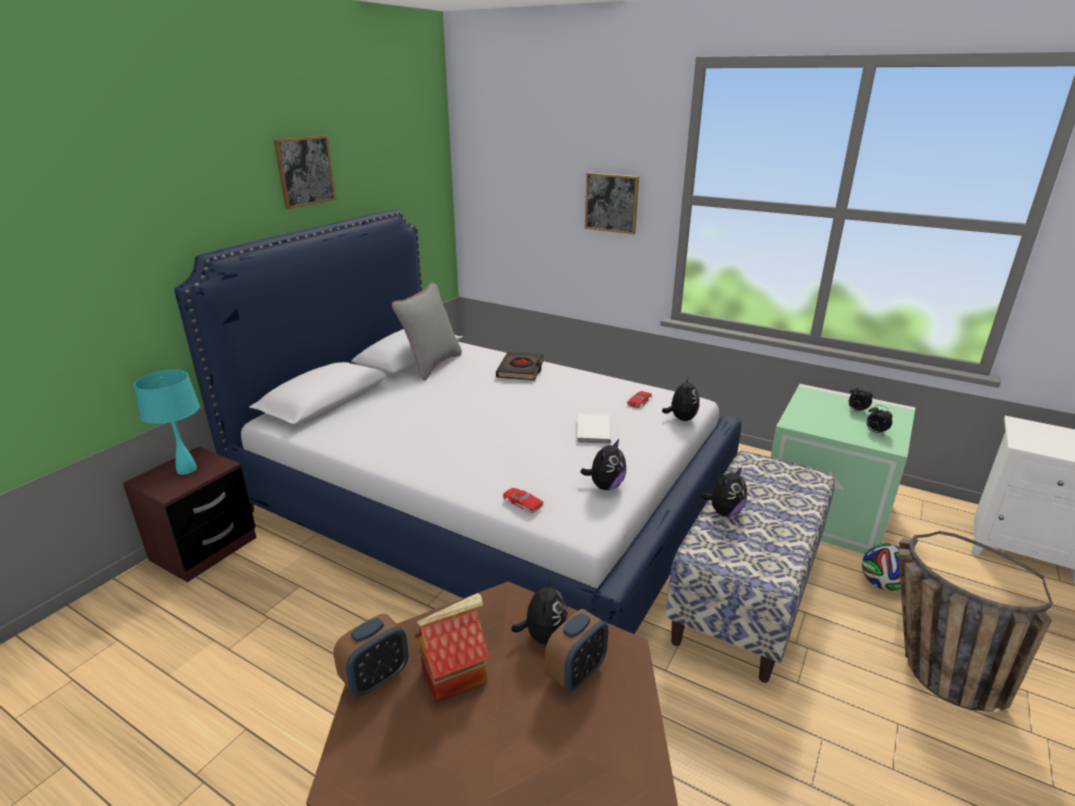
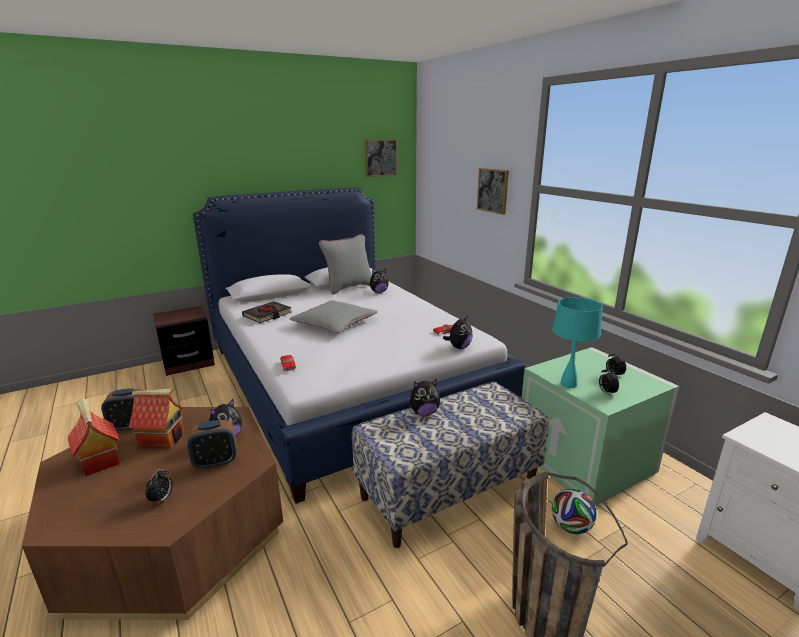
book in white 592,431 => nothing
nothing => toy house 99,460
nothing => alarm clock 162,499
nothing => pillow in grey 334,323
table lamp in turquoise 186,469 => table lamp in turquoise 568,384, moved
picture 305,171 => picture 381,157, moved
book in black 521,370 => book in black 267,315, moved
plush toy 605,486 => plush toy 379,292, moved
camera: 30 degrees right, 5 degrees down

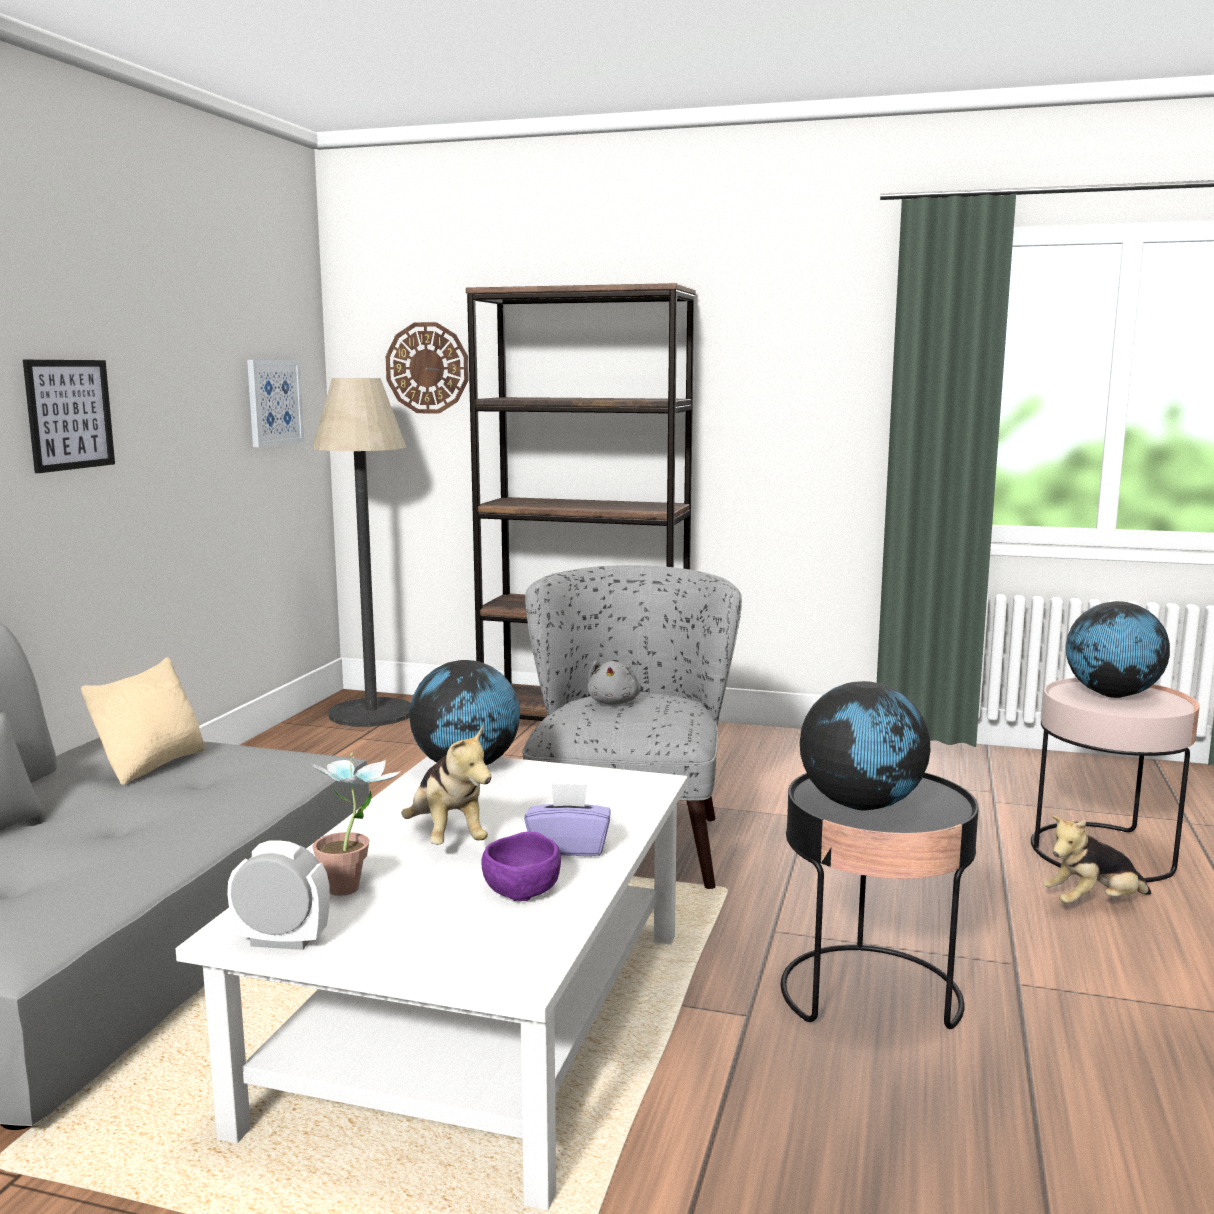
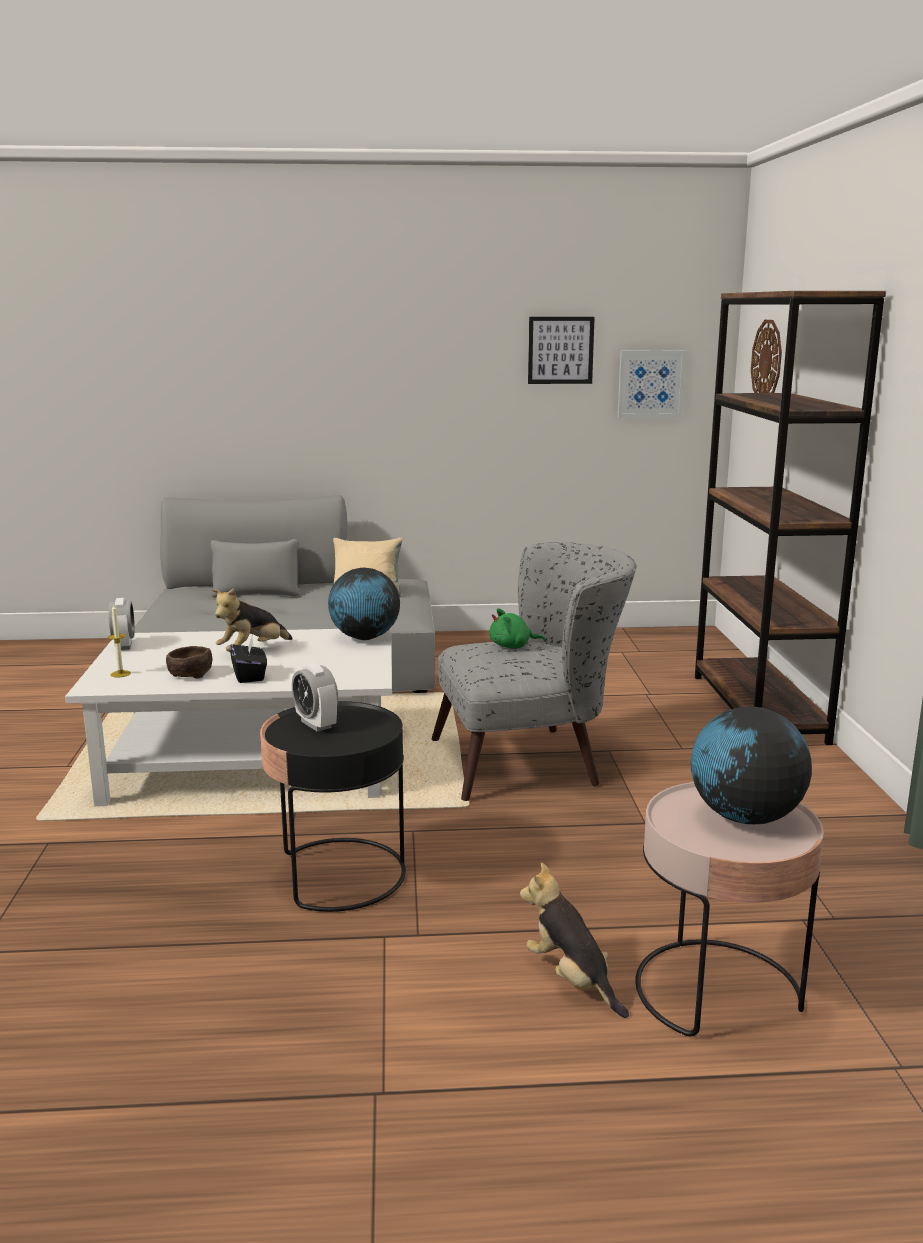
potted plant 355,886 => nothing
floor lamp 371,713 => nothing
nothing => candle 120,674
picture 69,414 => picture 560,350, moved
globe 861,805 => alarm clock 316,724
bowl in purple 522,890 => bowl in brown 189,674
tissue box in purple 568,847 => tissue box in black 249,675
plush toy in grey 614,702 => plush toy in green 513,646
camera: 70 degrees right, 5 degrees up

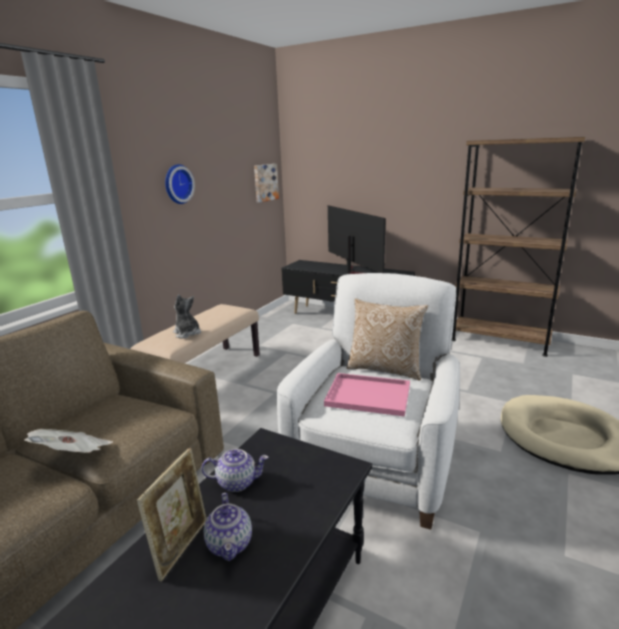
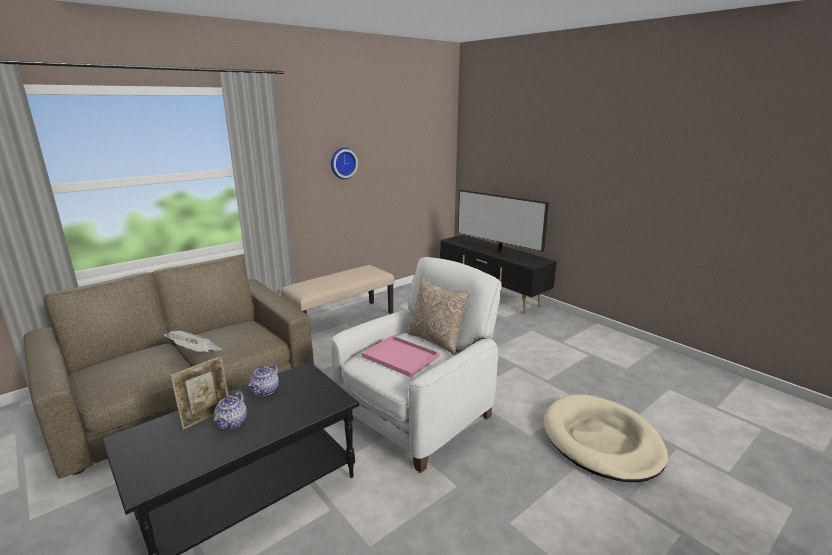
plush toy 187,333 => nothing
picture 265,182 => nothing
bookcase in brown 499,340 => nothing
teapot 237,482 => teapot 265,390, 90 degrees clockwise
television 353,272 => television 498,253, 135 degrees clockwise
camera: 20 degrees right, 0 degrees up

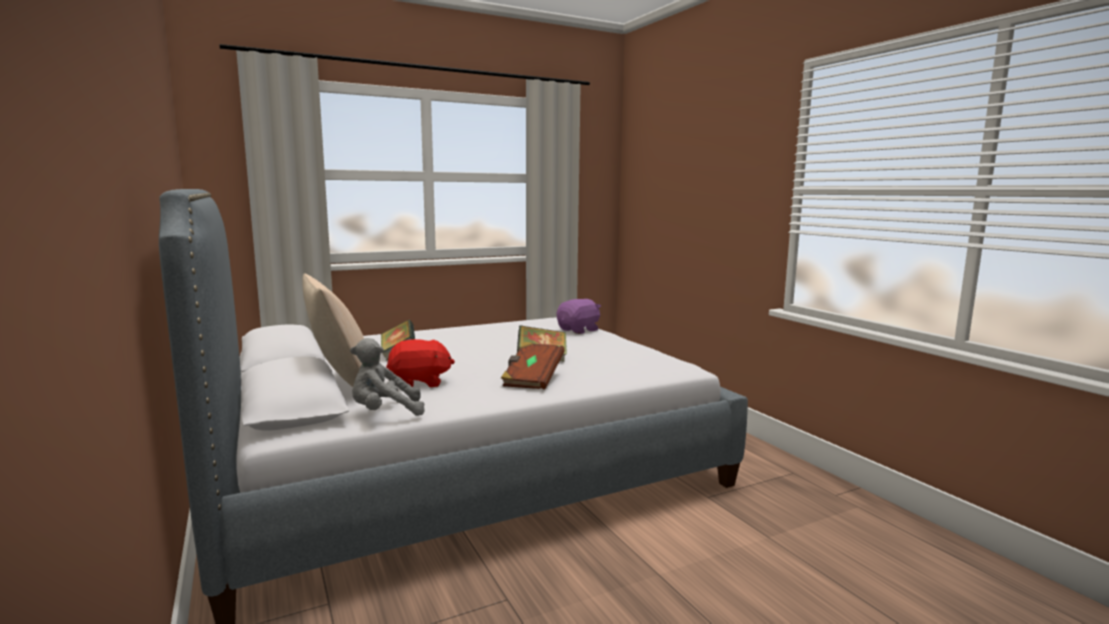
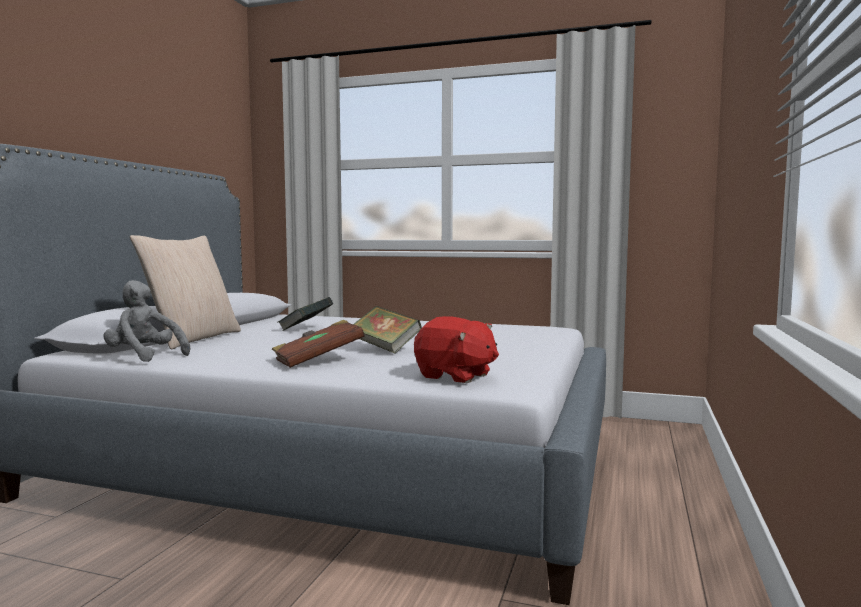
plush toy in purple 579,330 => nothing
plush toy in red 419,383 => plush toy in red 455,376, moved
camera: 45 degrees right, 5 degrees down

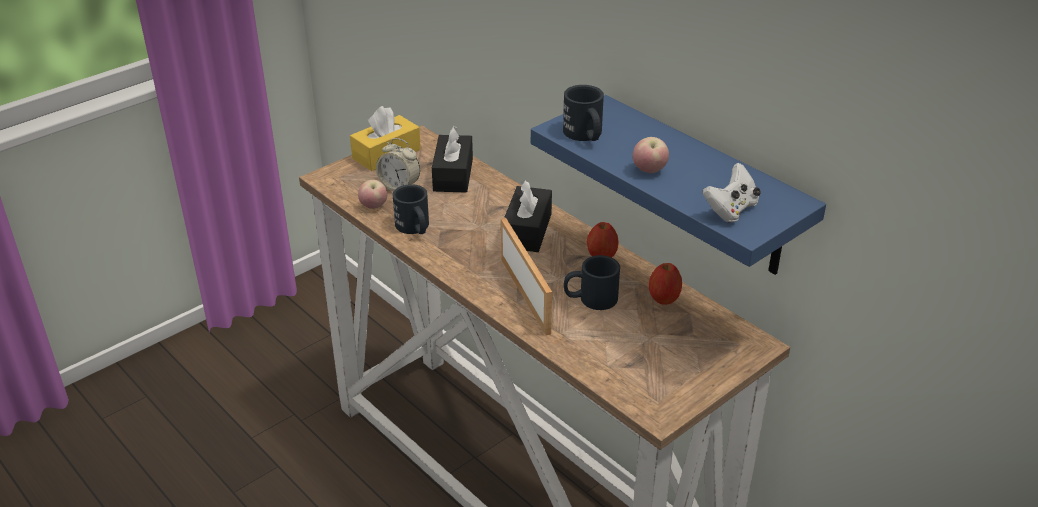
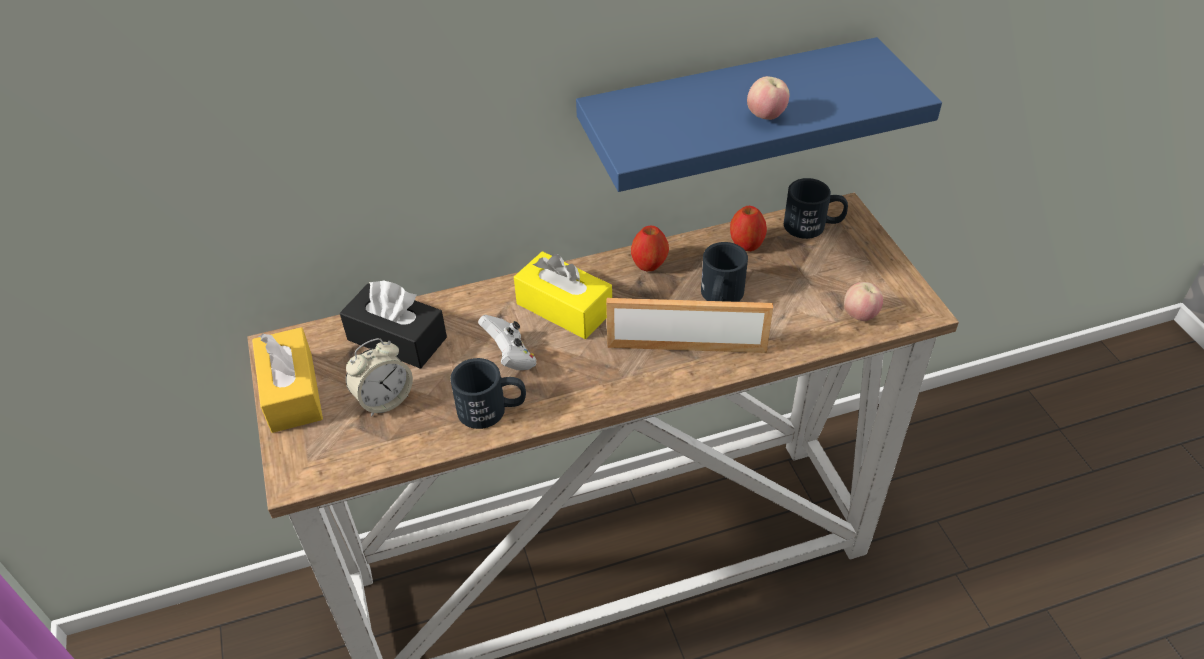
apple 373,206 => apple 860,315, moved
mug in black 585,135 => mug in black 813,225, moved
game controller in white 731,210 => game controller in white 510,357, moved
tissue box in black 527,230 => tissue box in yellow 564,308
camera: 65 degrees left, 10 degrees up

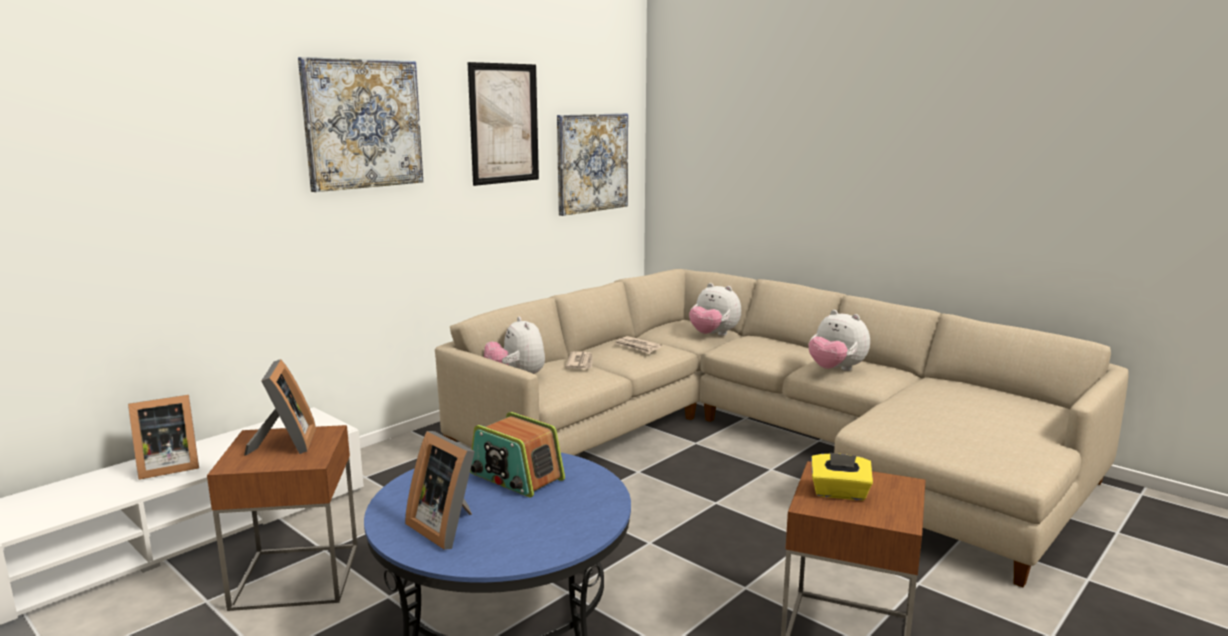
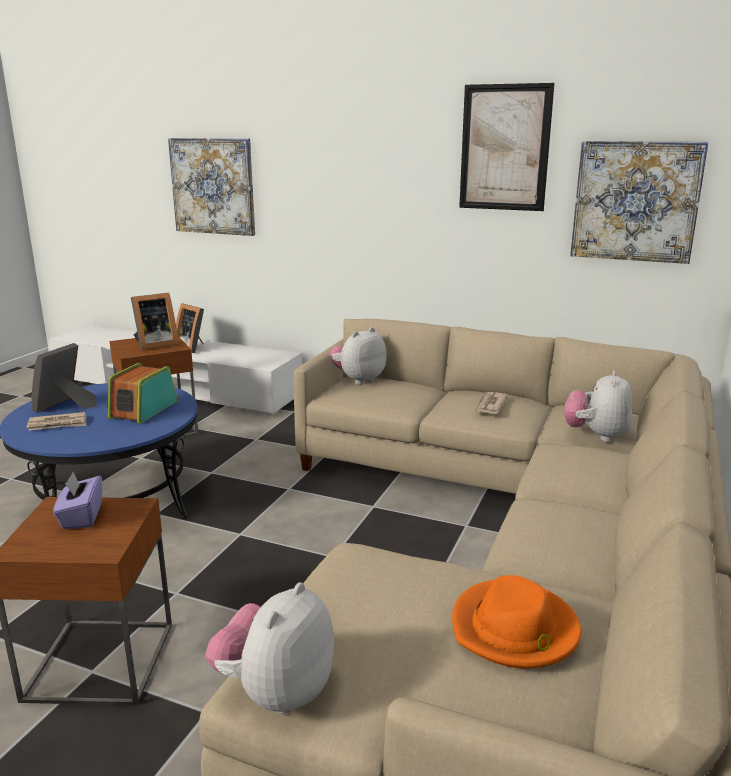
nothing => hat in orange 514,629
picture 363,124 => picture 213,186, moved
newspaper 580,363 => newspaper 58,424, moved
plush toy 836,370 => plush toy 276,692, moved
tissue box in yellow 839,493 => tissue box in purple 81,517
camera: 70 degrees right, 5 degrees up

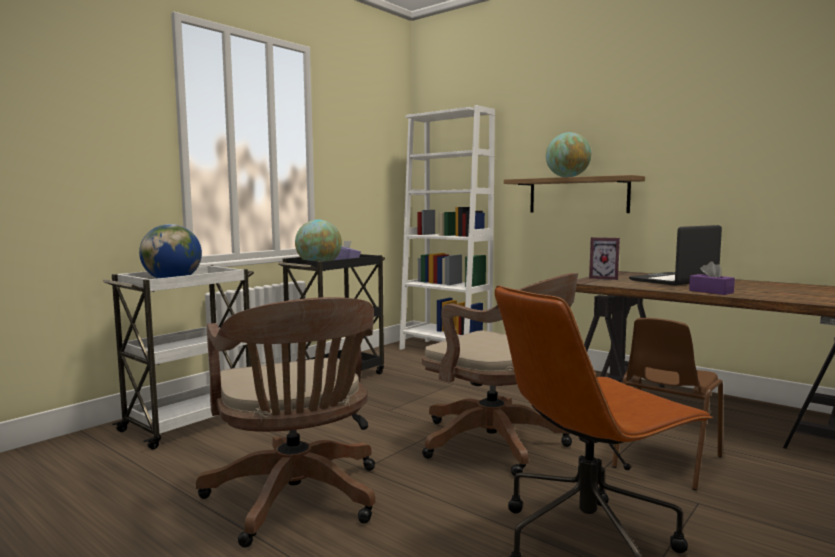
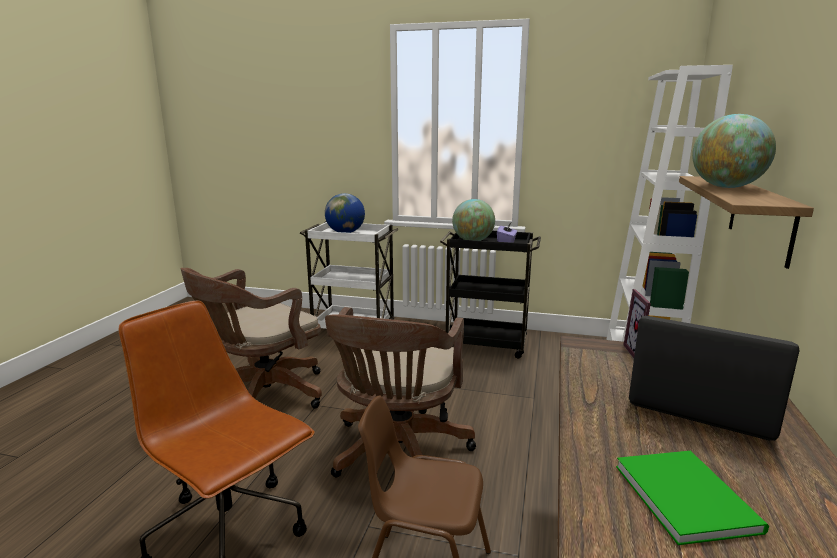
tissue box in purple 711,292 => nothing
nothing => book in green 685,494
camera: 65 degrees right, 10 degrees up

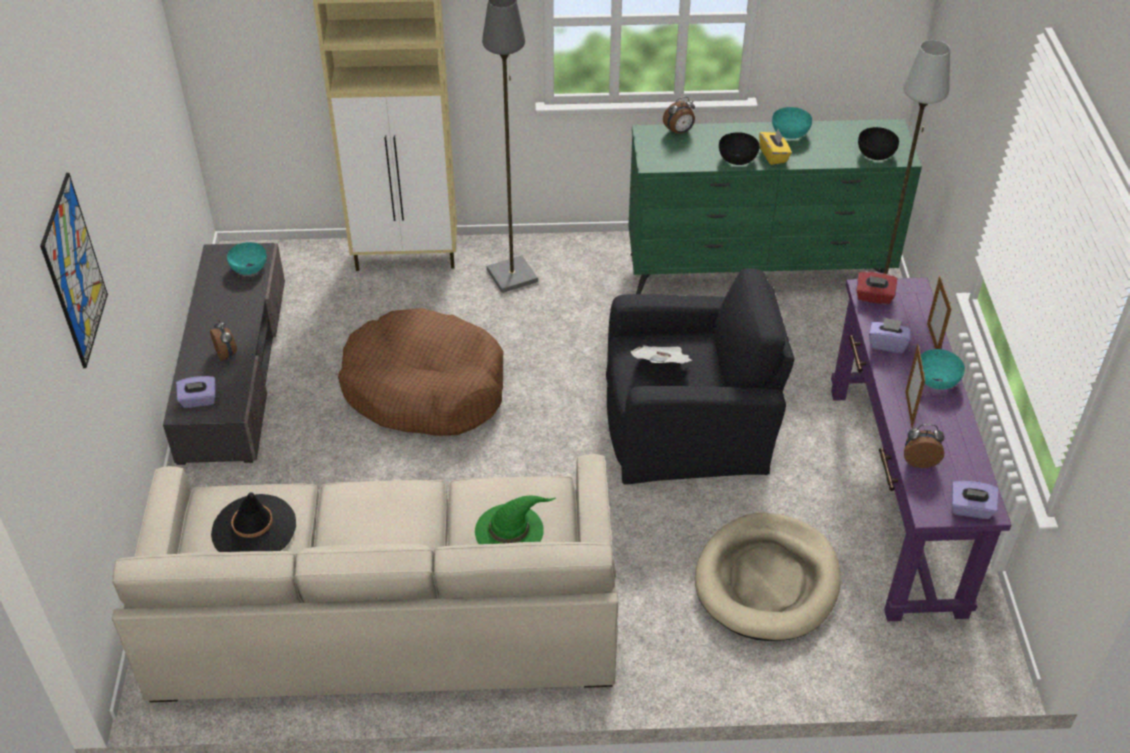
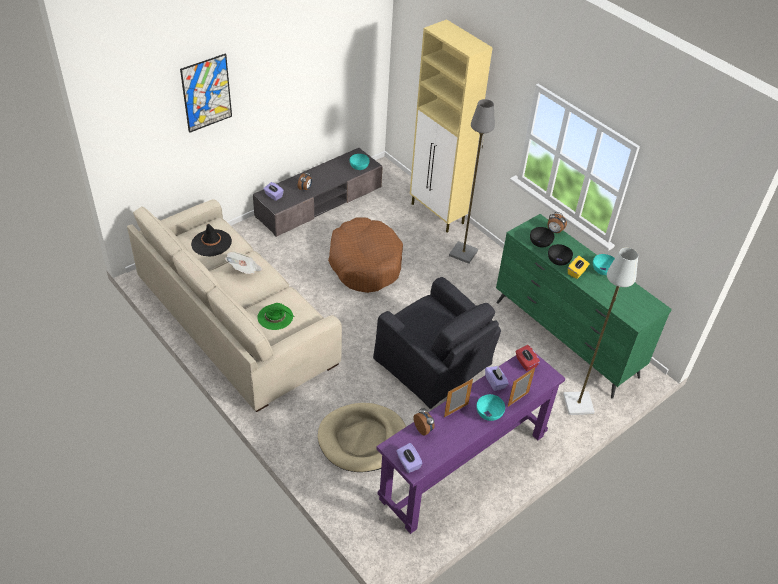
newspaper 662,366 => newspaper 244,270, moved
bowl in black 876,154 => bowl in black 540,243, moved
camera: 50 degrees right, 0 degrees up

